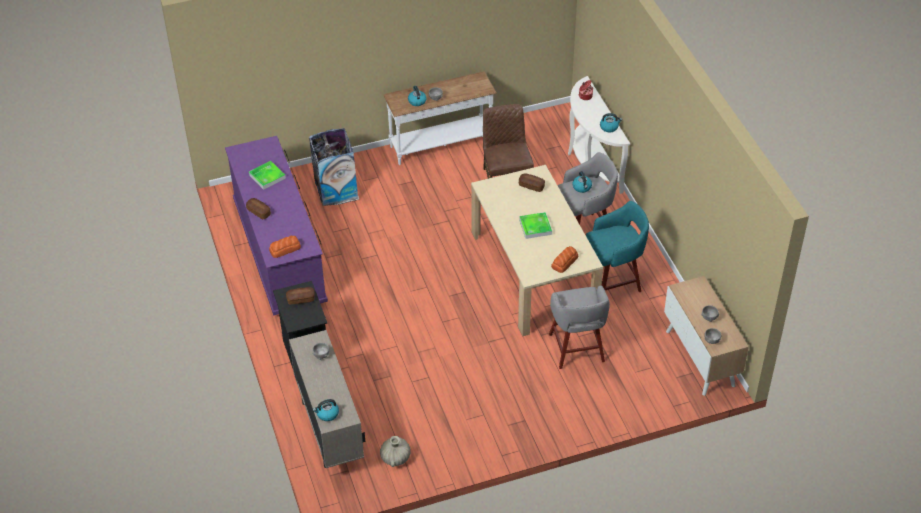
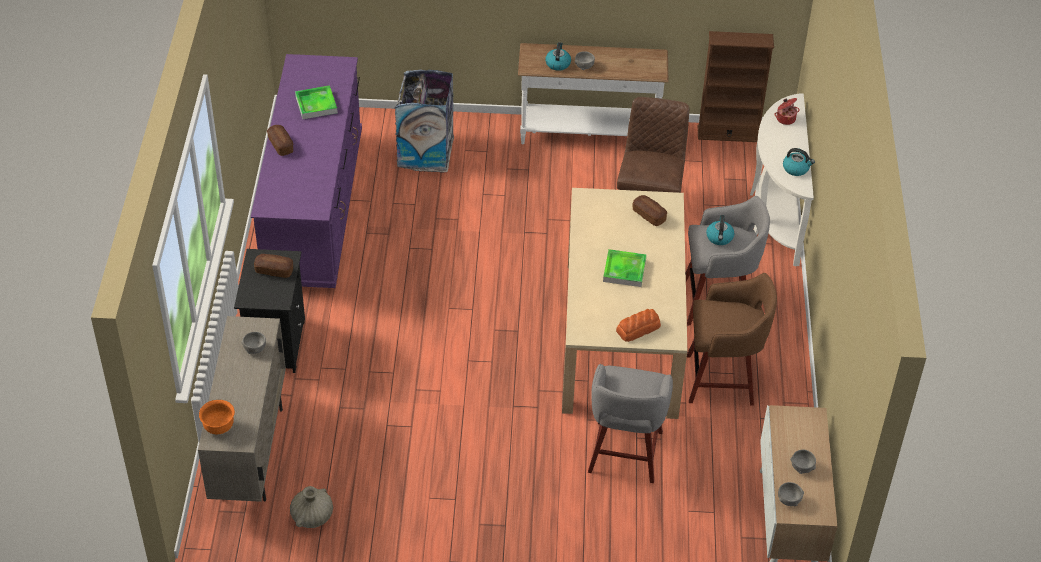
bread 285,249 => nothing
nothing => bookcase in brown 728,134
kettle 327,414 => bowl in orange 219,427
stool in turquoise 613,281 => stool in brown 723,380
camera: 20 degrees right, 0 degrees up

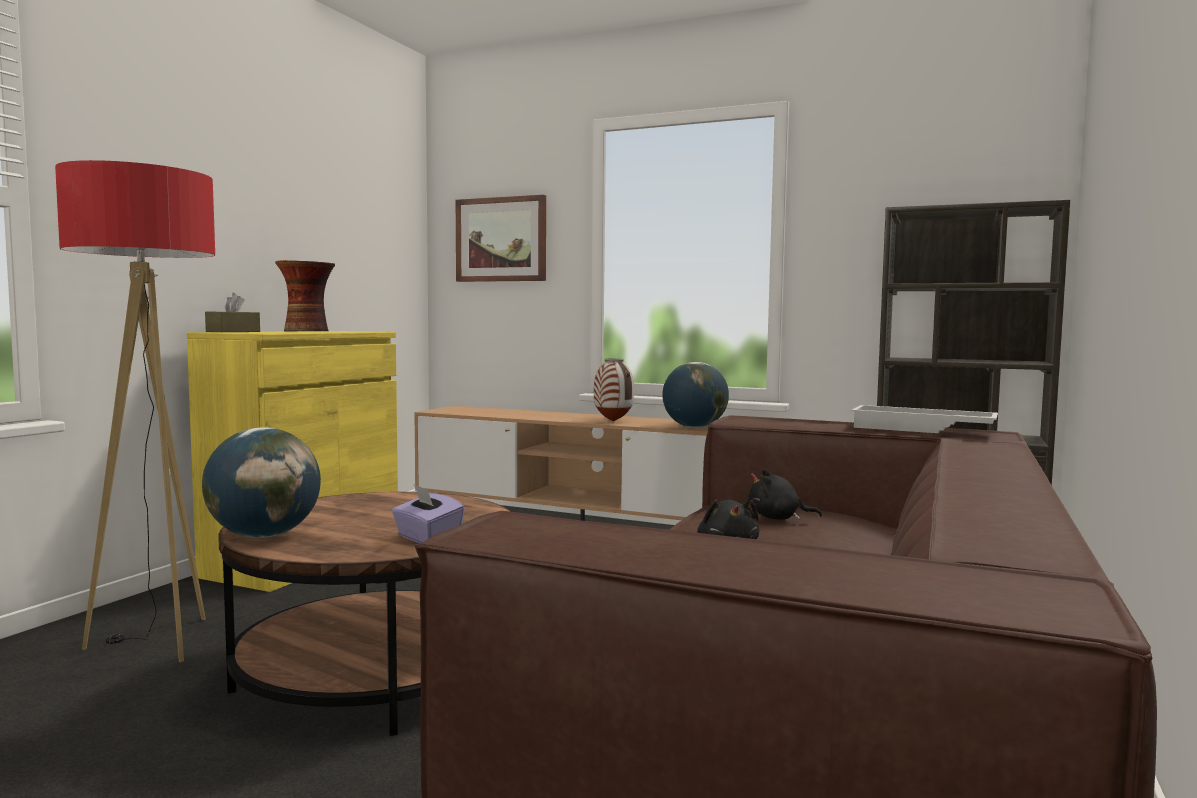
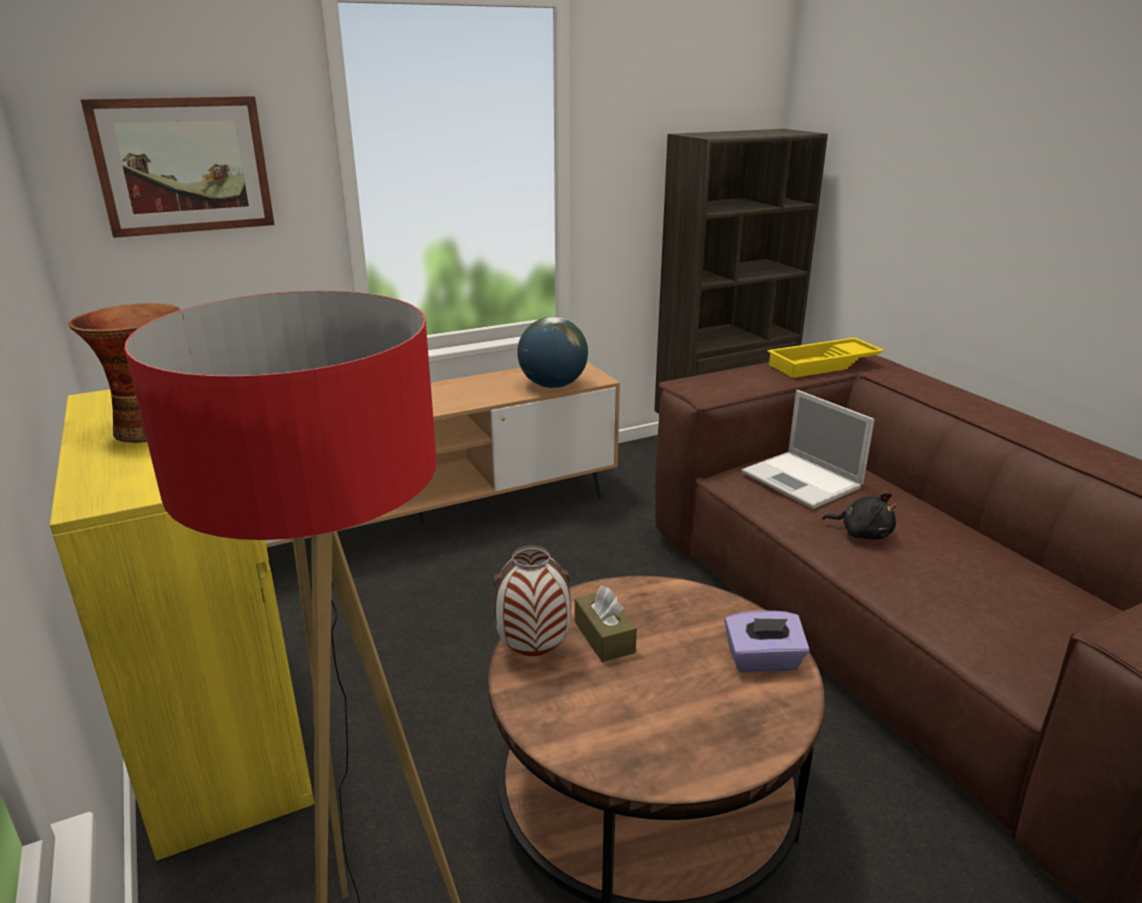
globe 263,535 => nothing
tissue box in brown 233,332 => tissue box in brown 604,637, moved
vase 614,421 => vase 534,652, moved
plush toy in black 777,518 => laptop 803,481
tray in white 921,429 => tray in yellow 824,365
camera: 50 degrees left, 20 degrees up

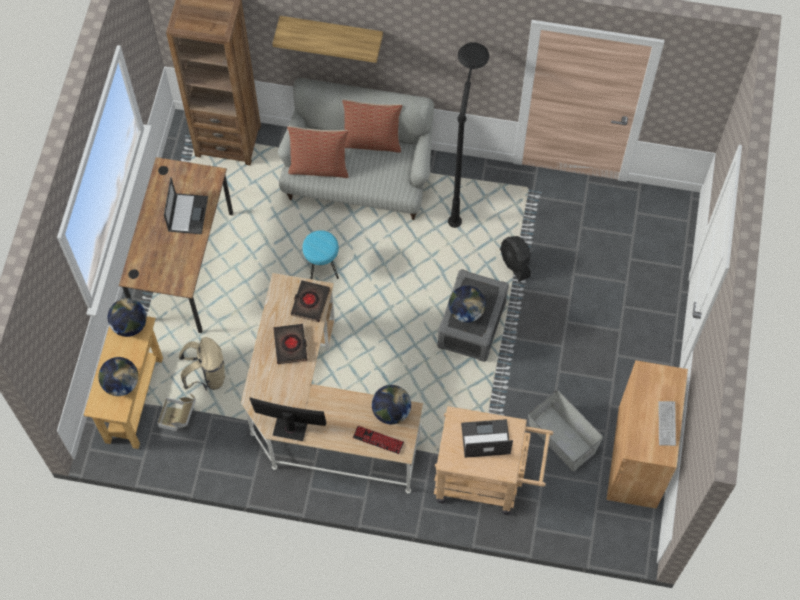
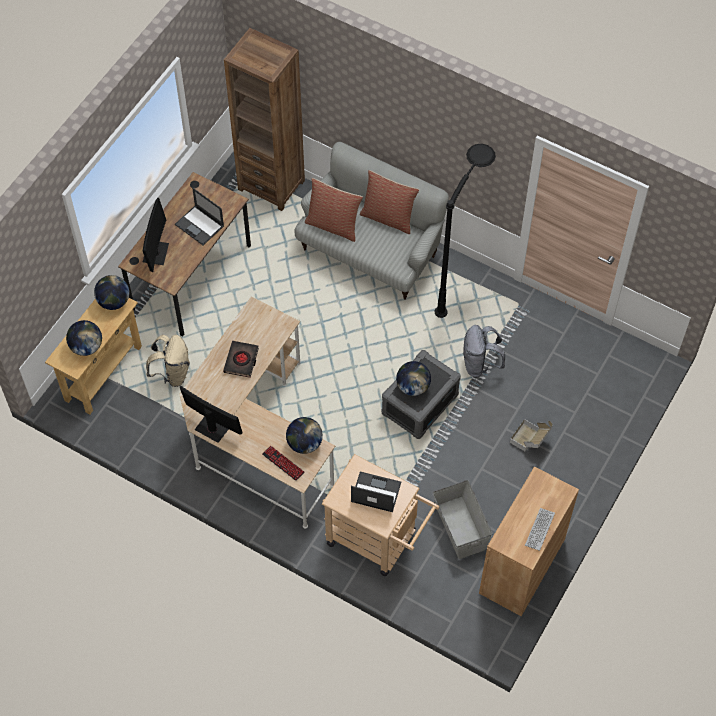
shelf 331,32 => nothing
book in black 310,302 => nothing
stool in turquoise 322,268 => nothing
nothing => monitor 156,253
cardboard box 179,418 => cardboard box 530,441, moved
fan in black 515,263 => backpack in grey 480,364
laptop 187,213 => laptop 200,225, 105 degrees clockwise
camera: 20 degrees right, 5 degrees down

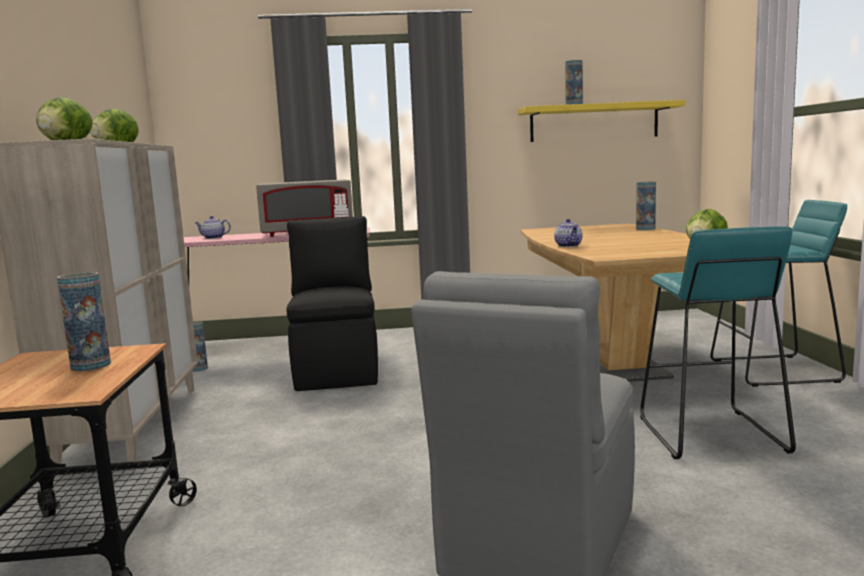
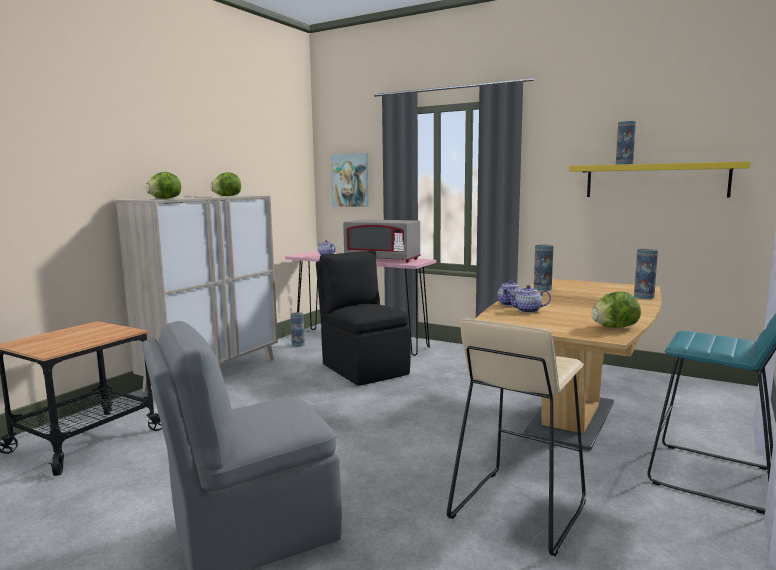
nothing => picture 350,180
nothing => teapot 527,310
vase 90,365 => vase 542,289, moved
stool in turquoise 709,434 => stool in beige 517,510
chair in black 337,371 => chair in black 364,368, 60 degrees counterclockwise
camera: 35 degrees right, 0 degrees up

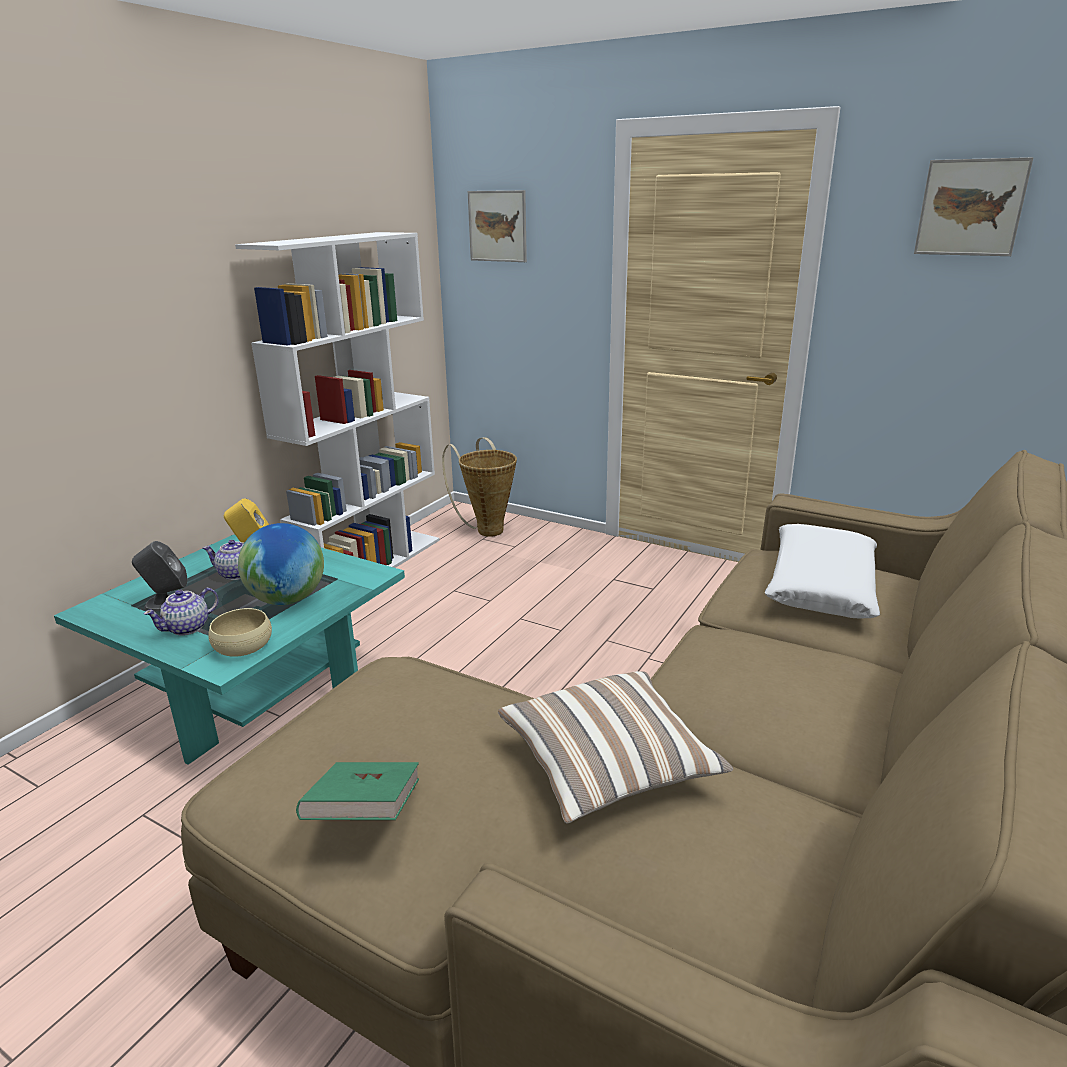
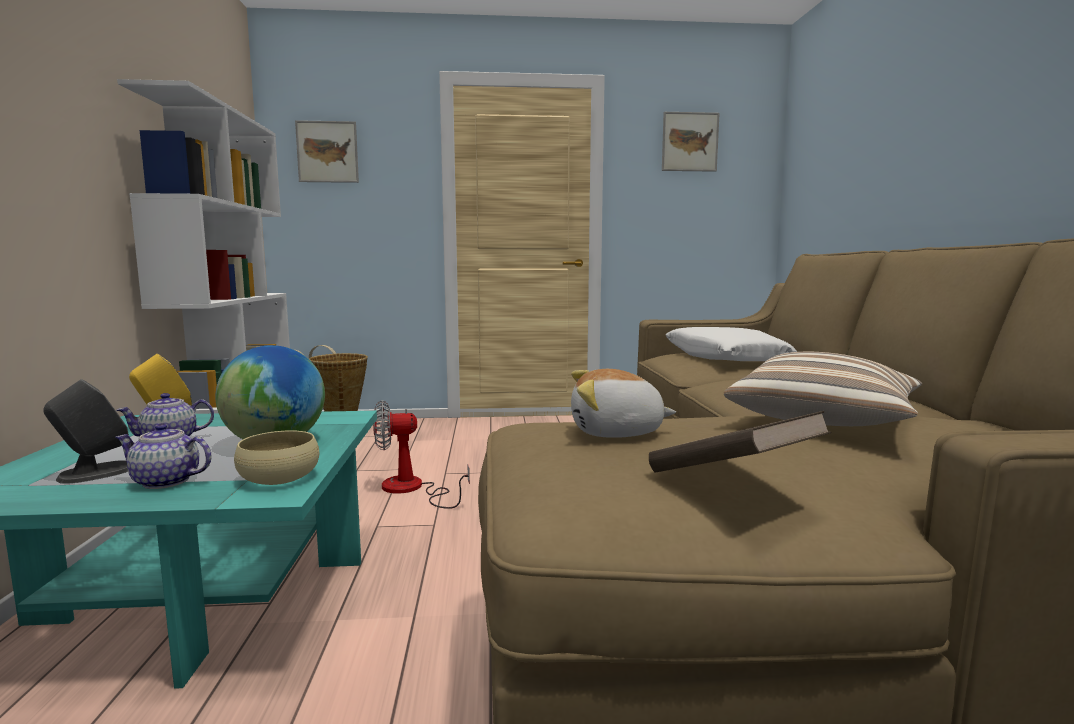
nothing => fan 412,489
nothing => plush toy 616,432
book in green 365,813 => book in brown 732,479
teapot 188,628 => teapot 166,481, 90 degrees clockwise
camera: 35 degrees left, 15 degrees down

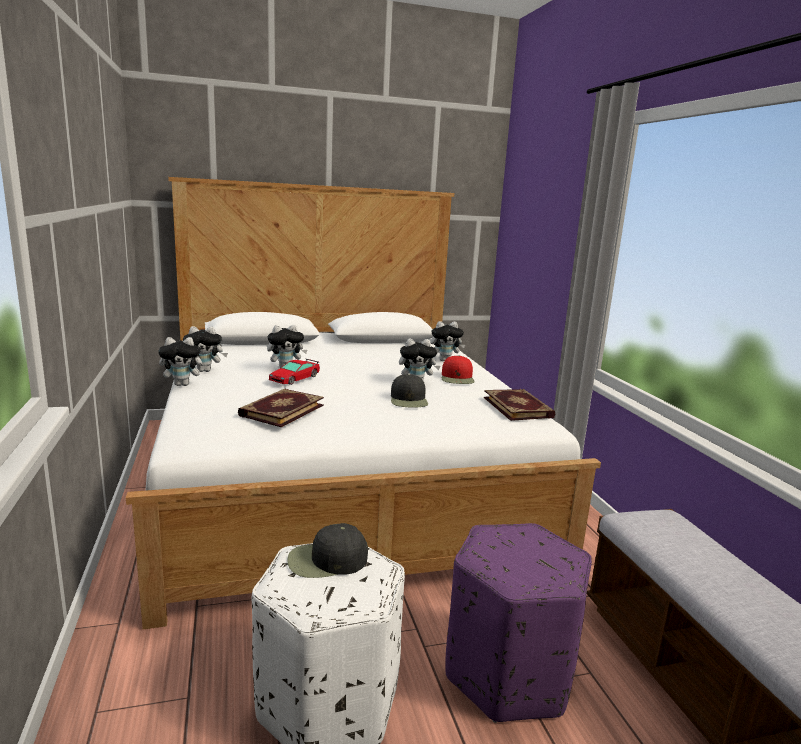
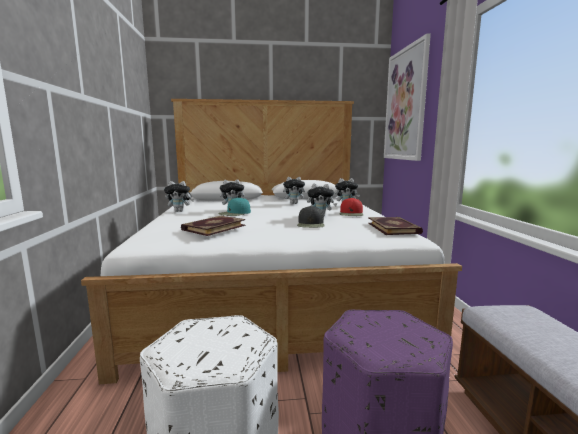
cap in black 326,560 => nothing
nothing => picture 405,105
plush toy 183,384 => plush toy 294,203, moved
toy car 294,378 => cap in turquoise 235,213
camera: 10 degrees right, 5 degrees down

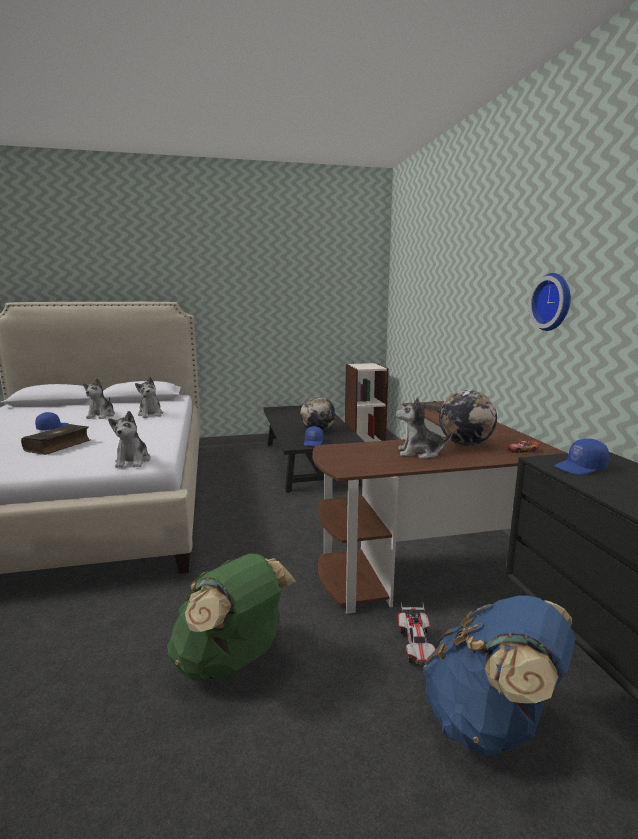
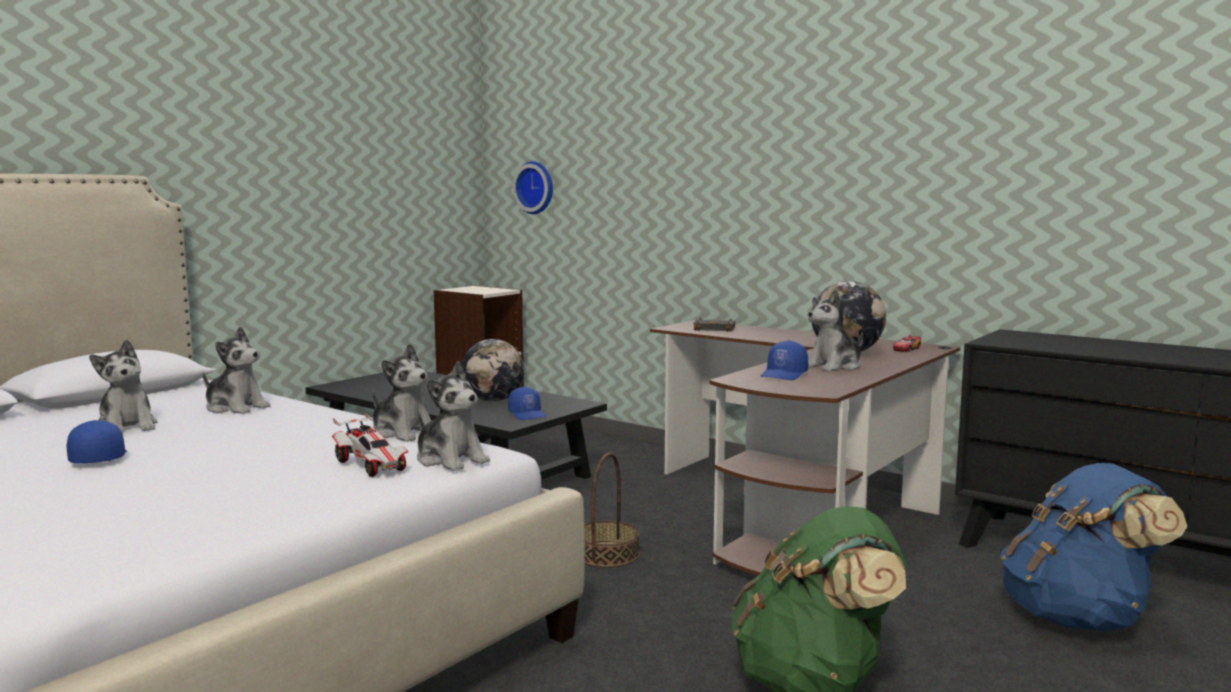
book 58,446 => nothing
nothing => plush toy 403,433
nothing => basket 606,554
toy car 416,645 => toy car 371,465, moved
wall clock 553,302 => wall clock 536,187, moved
cap in blue 580,468 => cap in blue 784,375, moved
camera: 40 degrees left, 5 degrees down

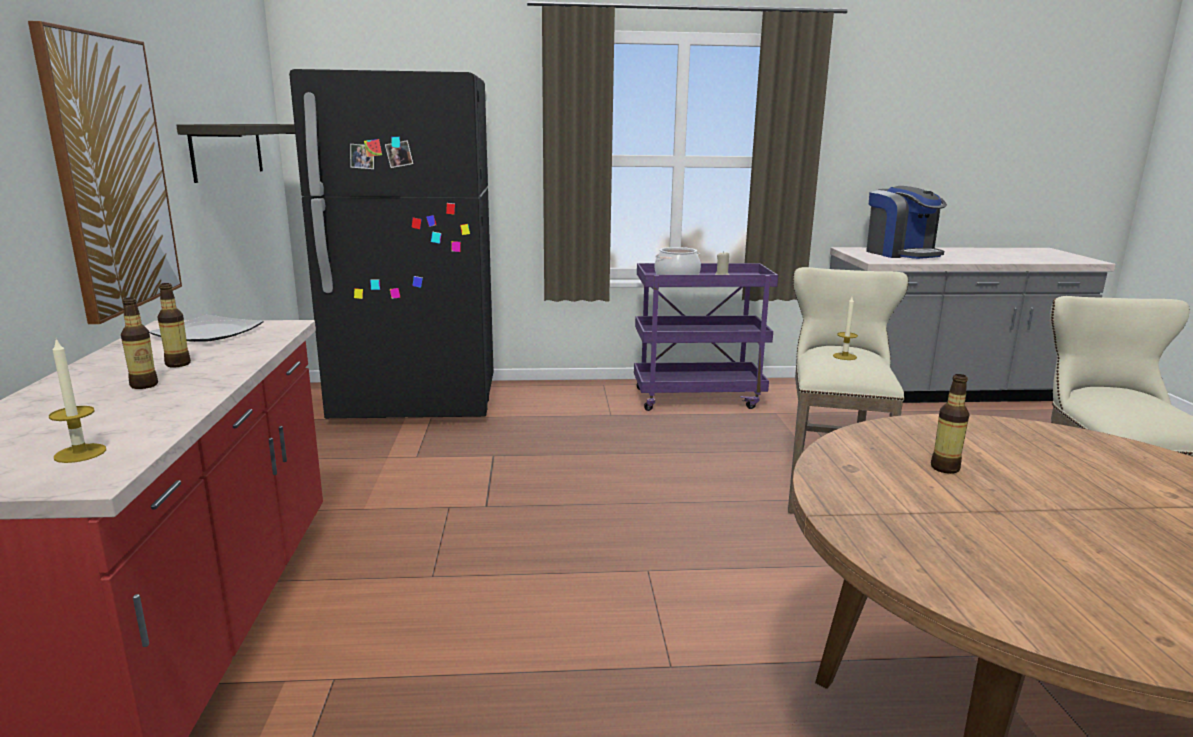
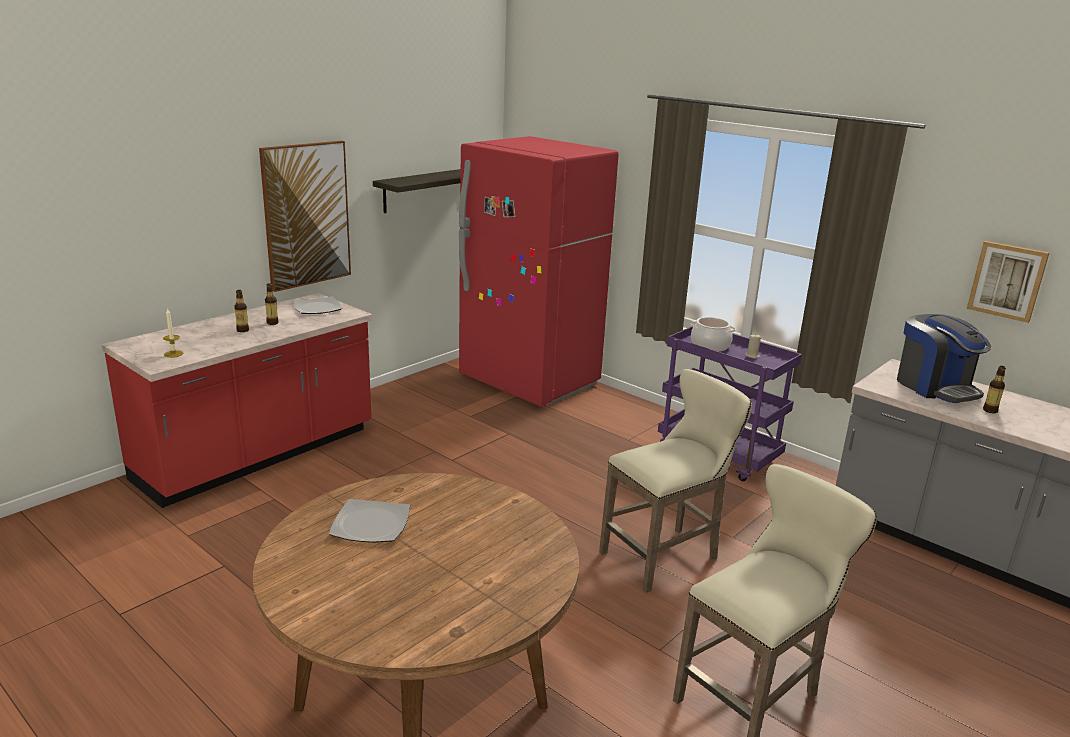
candle 844,356 => nothing
nothing => plate 371,524
nothing => picture 1007,281
bottle 944,468 => bottle 990,410, moved
fridge in black 416,403 => fridge in red 529,382
coffee machine 901,253 => coffee machine 935,387, 45 degrees counterclockwise
camera: 45 degrees right, 5 degrees up

